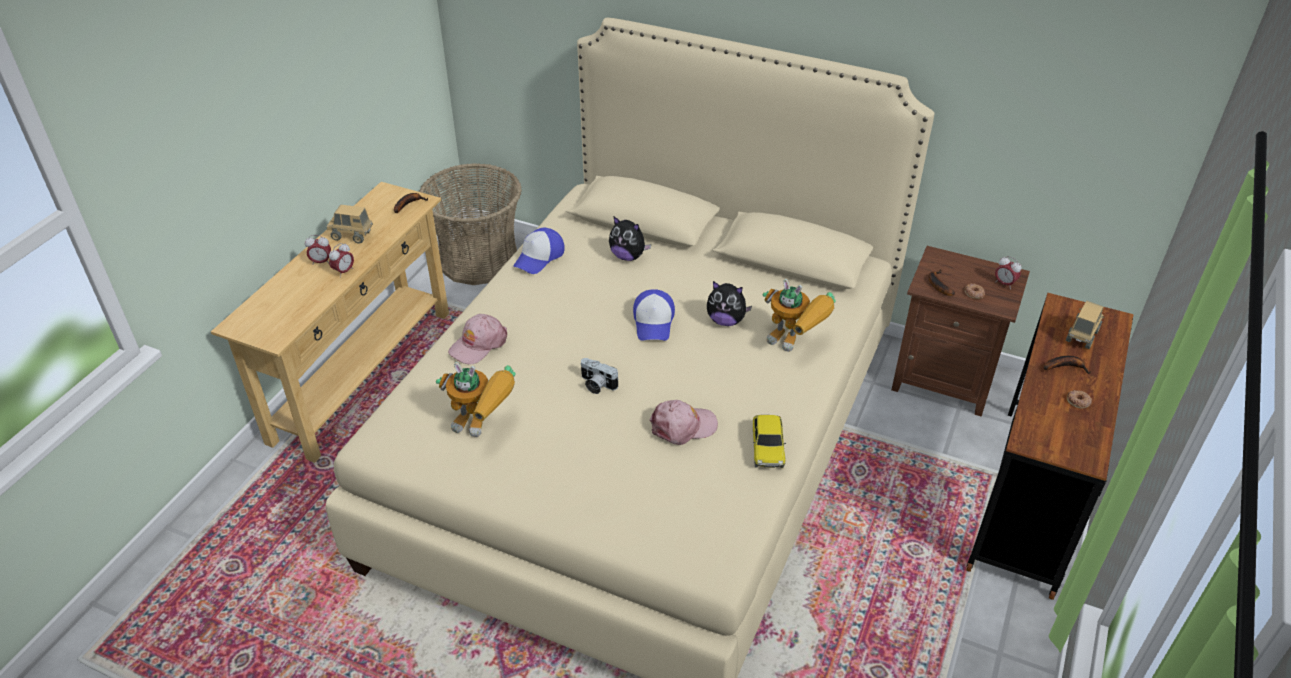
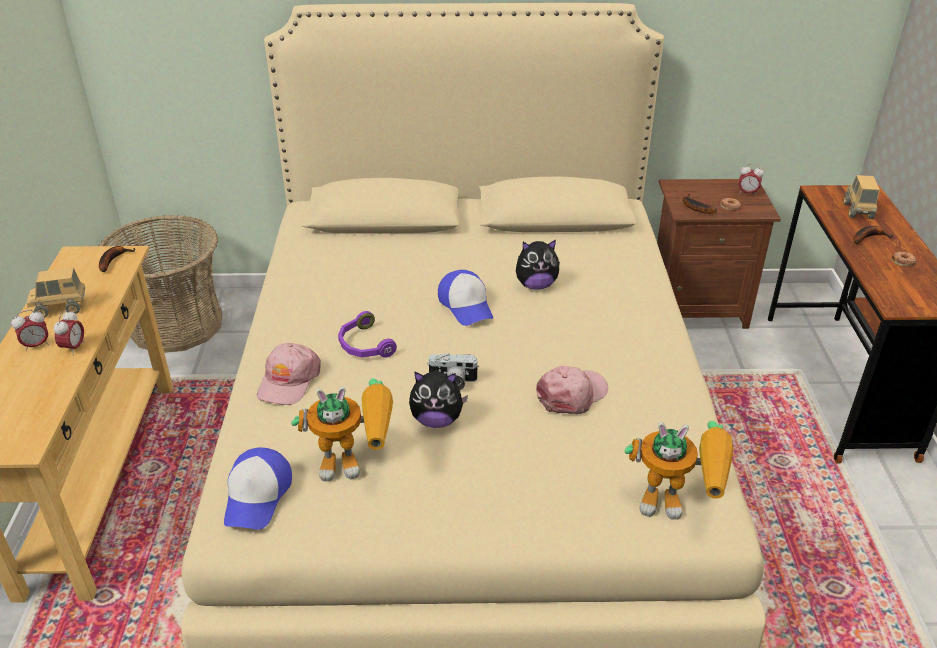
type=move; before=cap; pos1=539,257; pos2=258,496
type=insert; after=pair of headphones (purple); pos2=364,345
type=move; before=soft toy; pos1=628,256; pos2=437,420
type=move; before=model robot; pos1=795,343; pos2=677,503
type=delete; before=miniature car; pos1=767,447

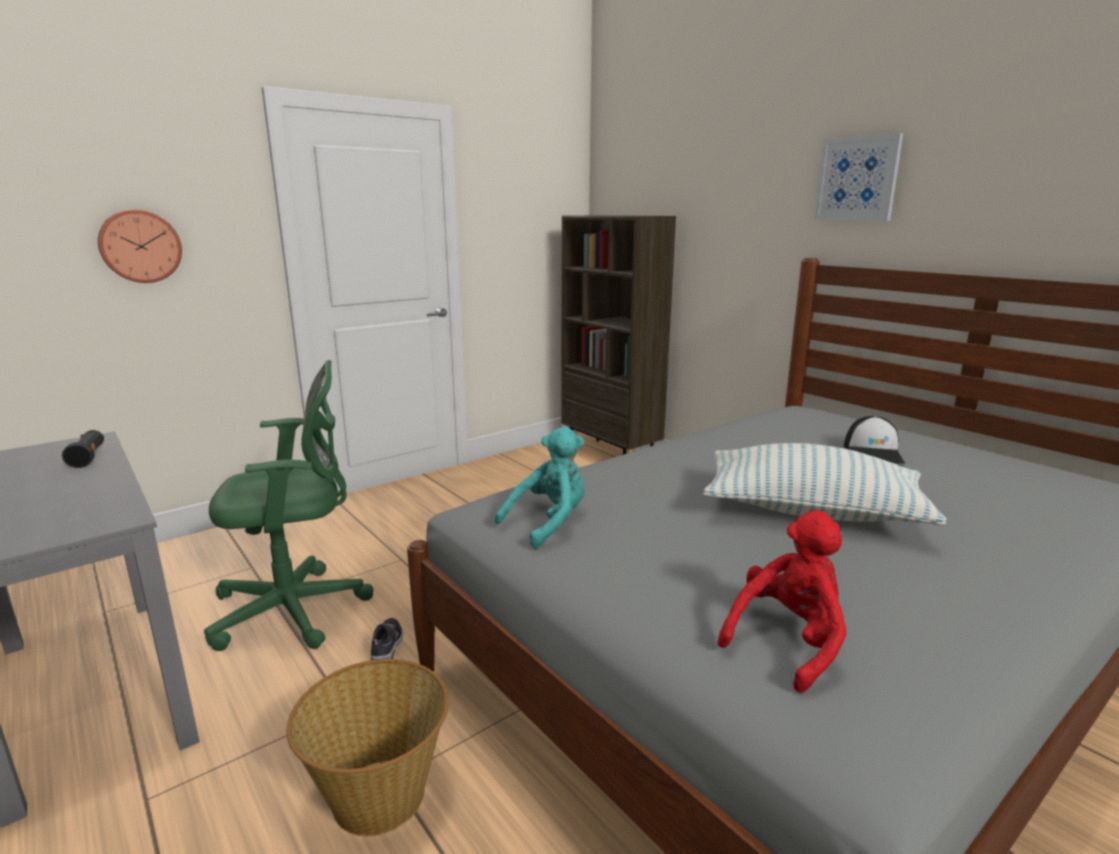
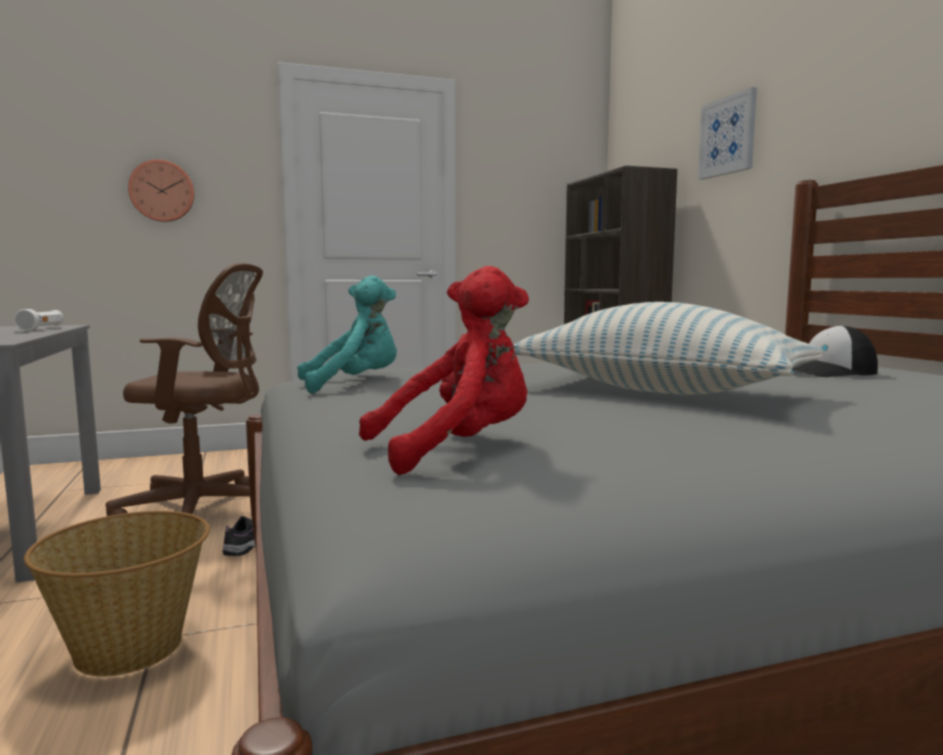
type=recolor; before=flashlight (black-coloured); after=flashlight (white-coloured); pos1=88,458; pos2=42,329
type=recolor; before=desk chair (green); after=desk chair (brown-coloured); pos1=297,609; pos2=203,509
type=move; before=wall art; pos1=857,179; pos2=728,136
type=rotate; before=cap; pos1=873,453; pos2=825,372; turn=45

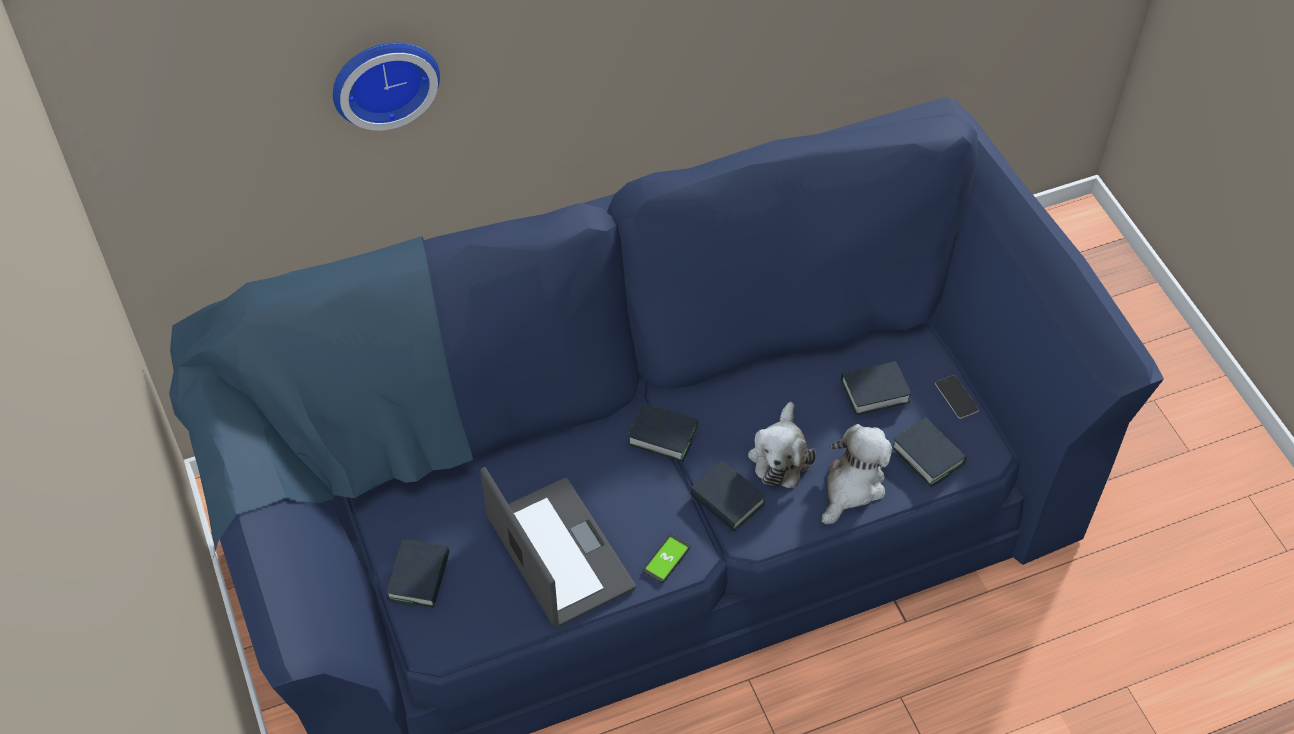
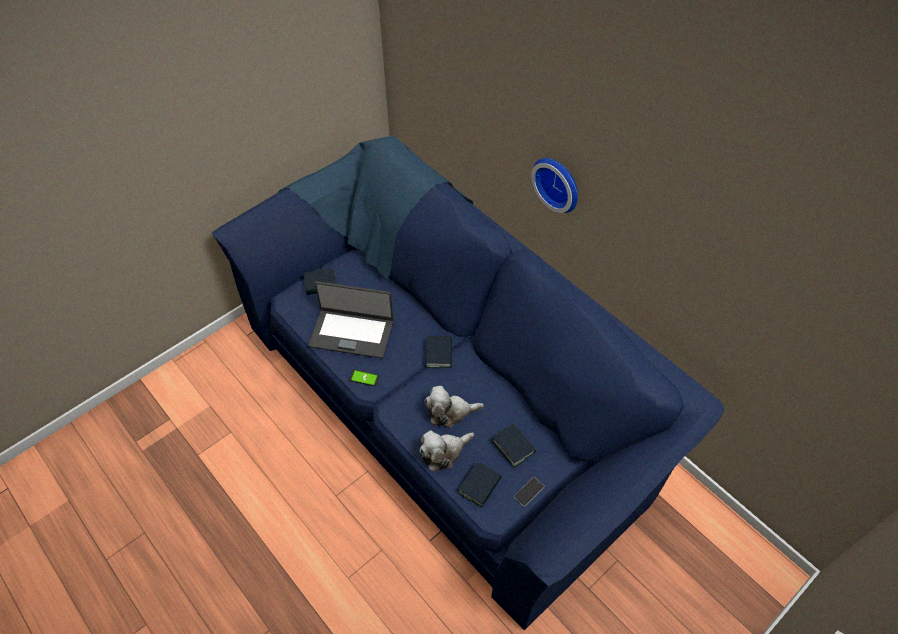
type=rotate; before=notebook computer; pos1=558,554; pos2=352,332; turn=60
type=rotate; before=soft toy; pos1=852,486; pos2=444,453; turn=135
type=move; before=clock on the wall; pos1=383,79; pos2=558,183
type=delete; before=book; pos1=727,500

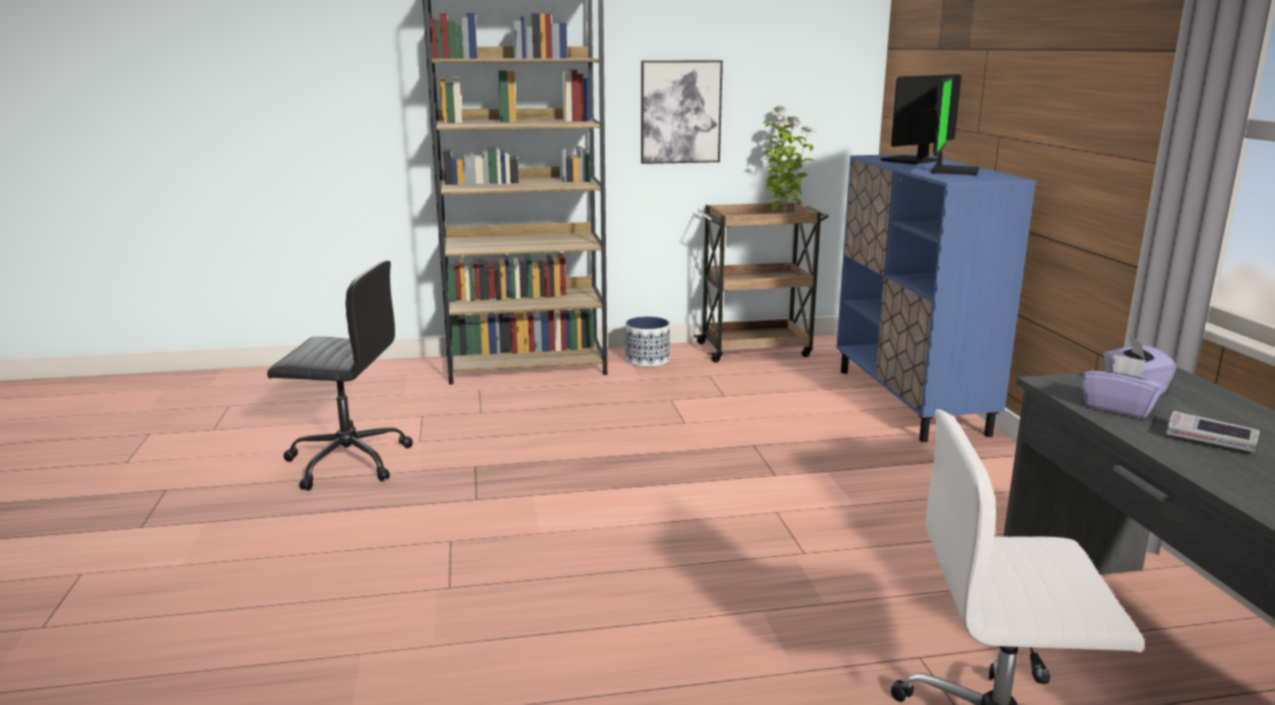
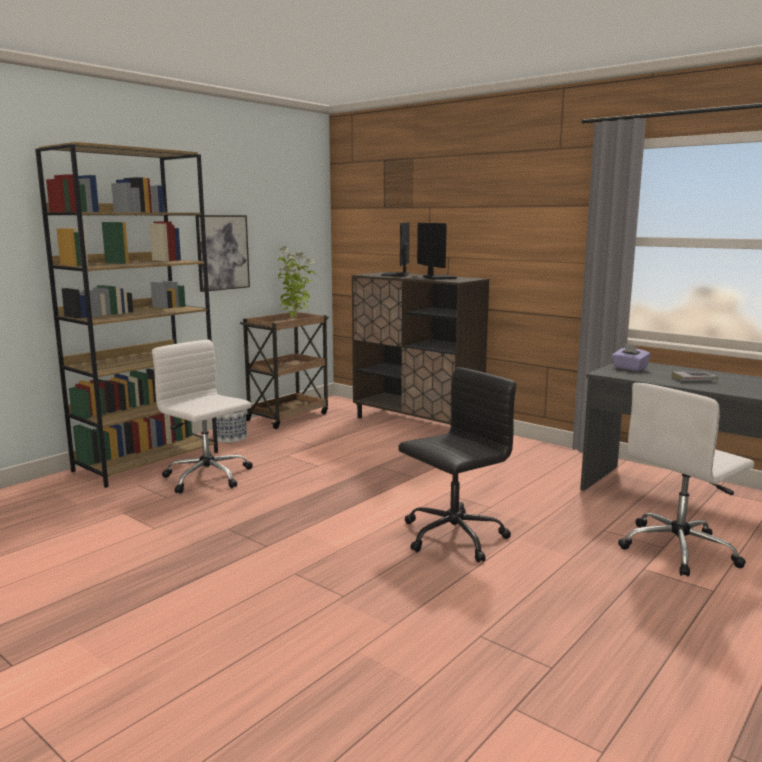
type=insert; after=desk chair (white-coloured); pos2=208,477
type=recolor; before=cabinet (bluish); after=cabinet (brown-coloured); pos1=910,401; pos2=417,424
type=move; before=desk chair (black-coloured); pos1=346,461; pos2=452,537
type=delete; before=tissue box (purple); pos1=1118,408

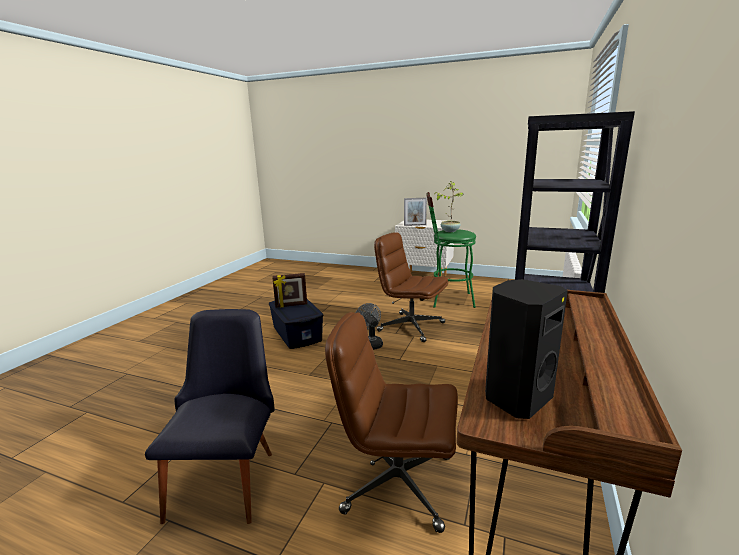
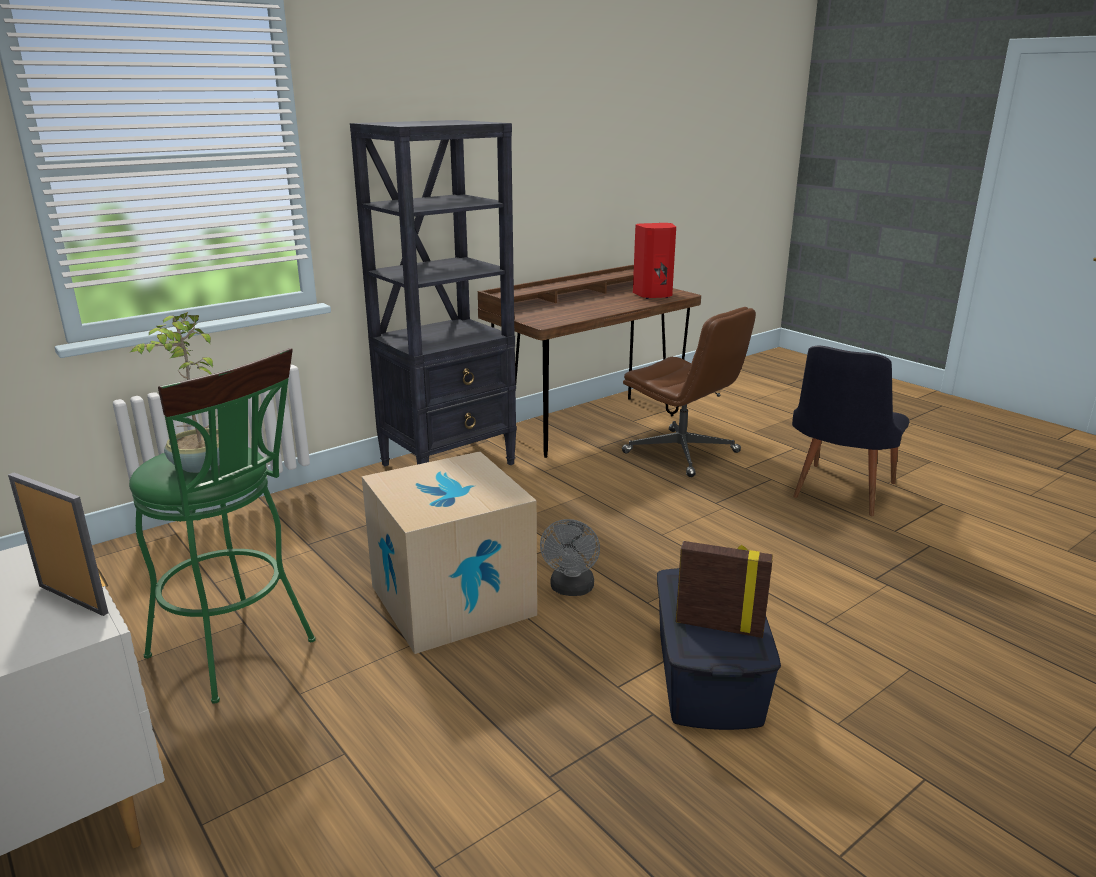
type=replace; before=desk chair (brown-coloured); after=packing box; pos1=410,327; pos2=452,600
type=recolor; before=audio speaker (black-coloured); after=audio speaker (reddish); pos1=515,398; pos2=653,295

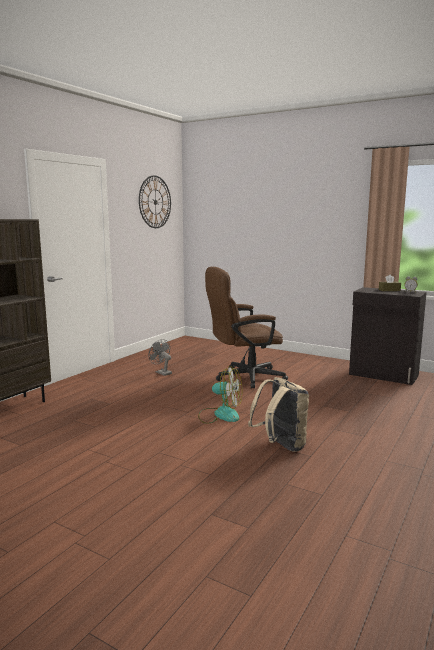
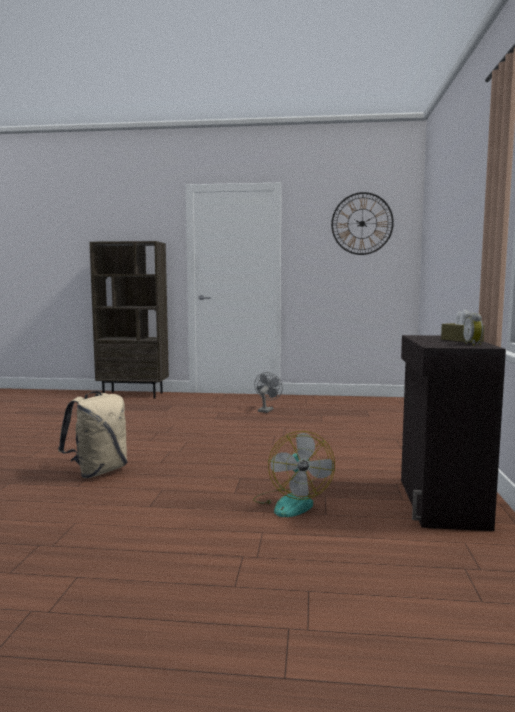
type=move; before=cooling fan; pos1=220,414; pos2=291,503
type=delete; before=desk chair (brown-coloured); pos1=244,377

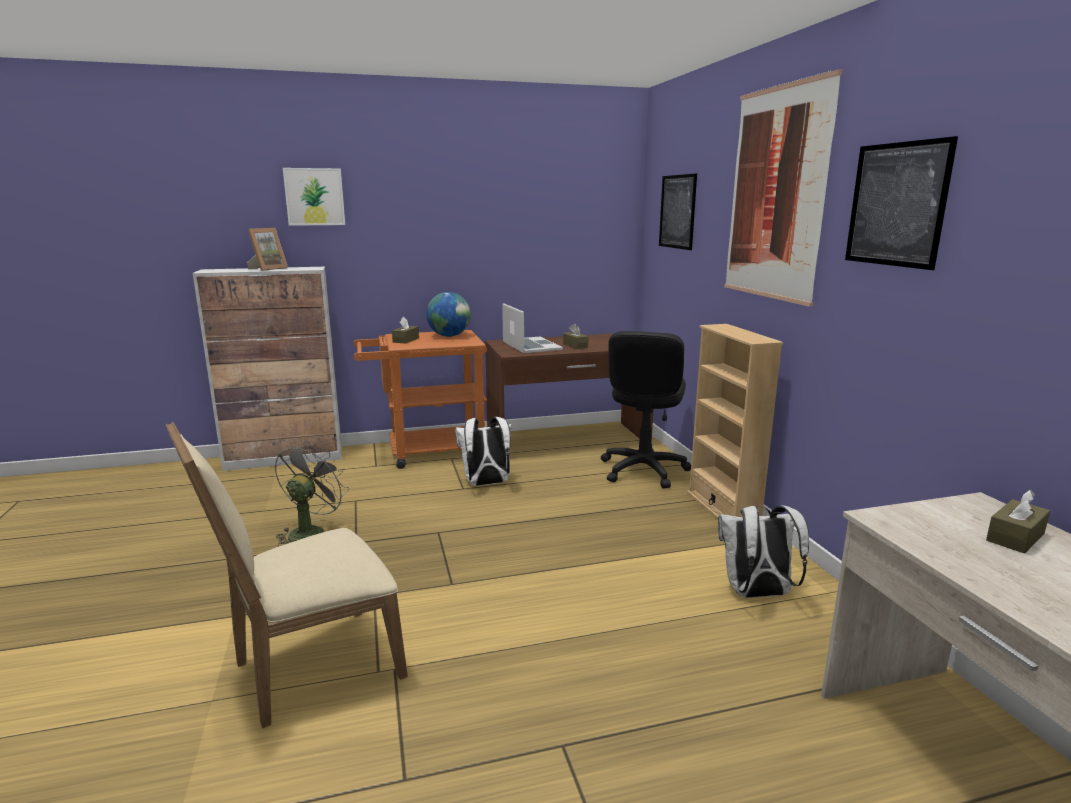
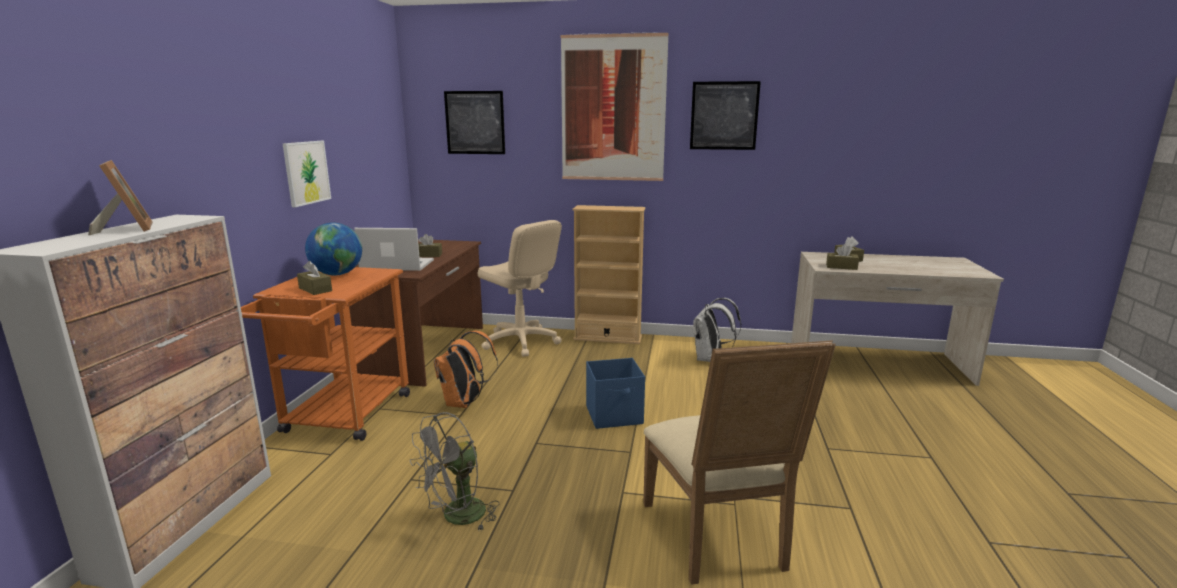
type=move; before=wall art; pos1=314,197; pos2=306,172
type=rotate; before=cooling fan (grey); pos1=310,531; pos2=457,518; turn=-90
type=recolor; before=backpack (white-coloured); after=backpack (orange); pos1=486,484; pos2=465,403
type=recolor; before=desk chair (black-coloured); after=desk chair (sand-coloured); pos1=643,470; pos2=520,342
type=insert; after=storage container (bluish); pos2=615,415
type=insert; after=tissue box (brown-coloured); pos2=841,267

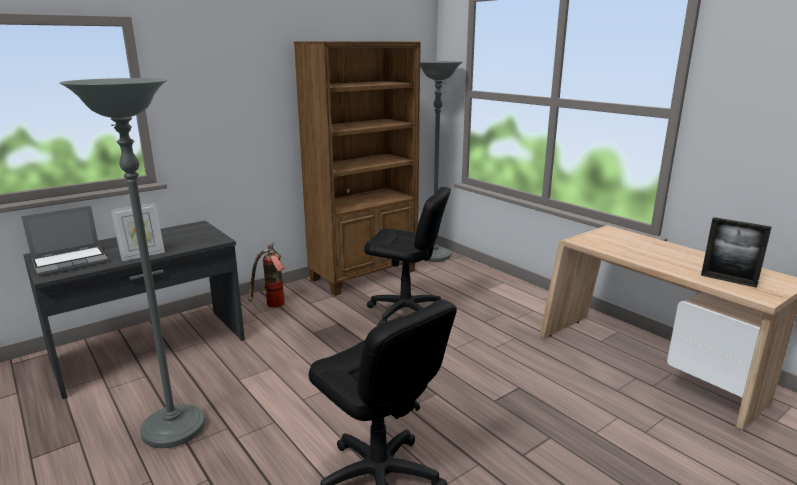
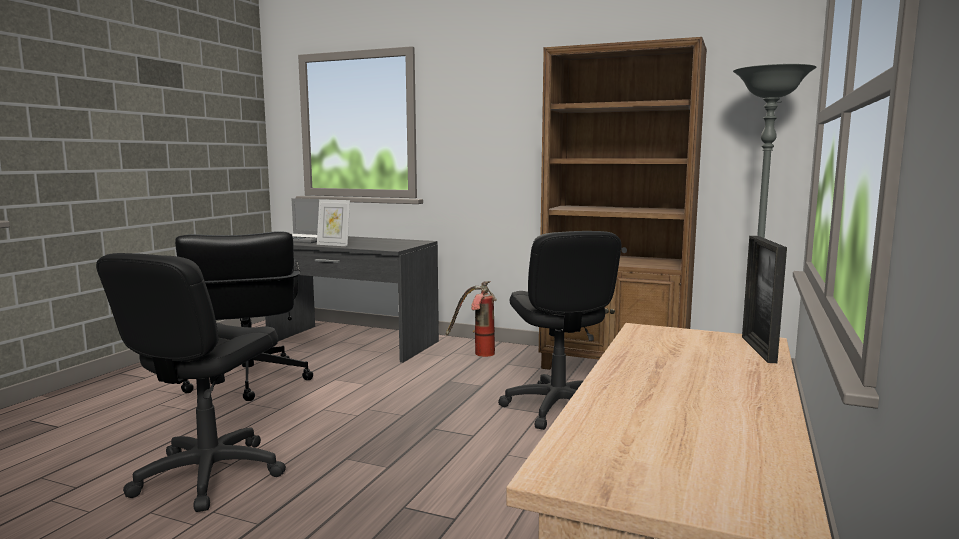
type=replace; before=standard lamp (grey); after=desk chair (black-coloured); pos1=173,429; pos2=248,381
type=move; before=standing frame; pos1=728,280; pos2=758,349

